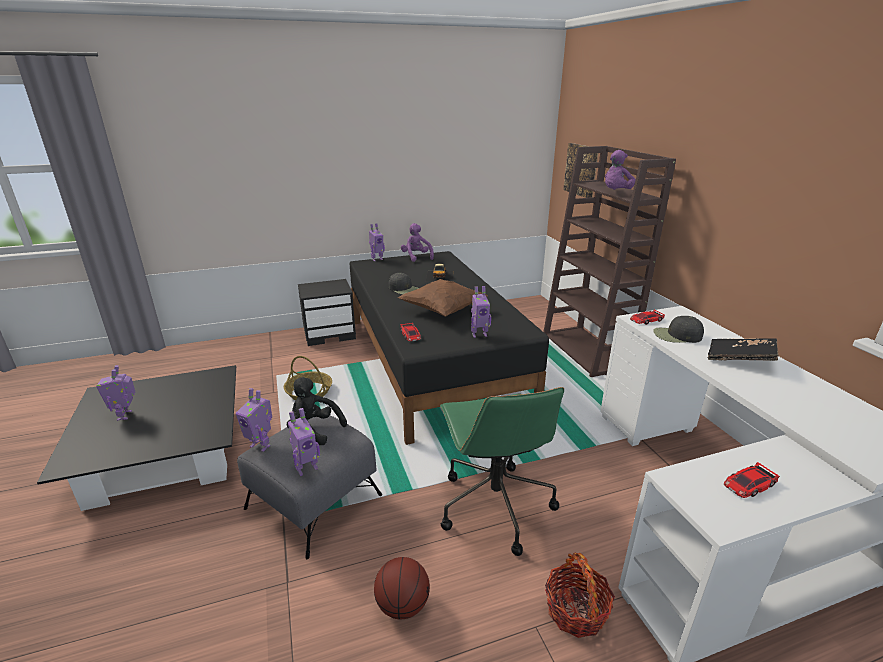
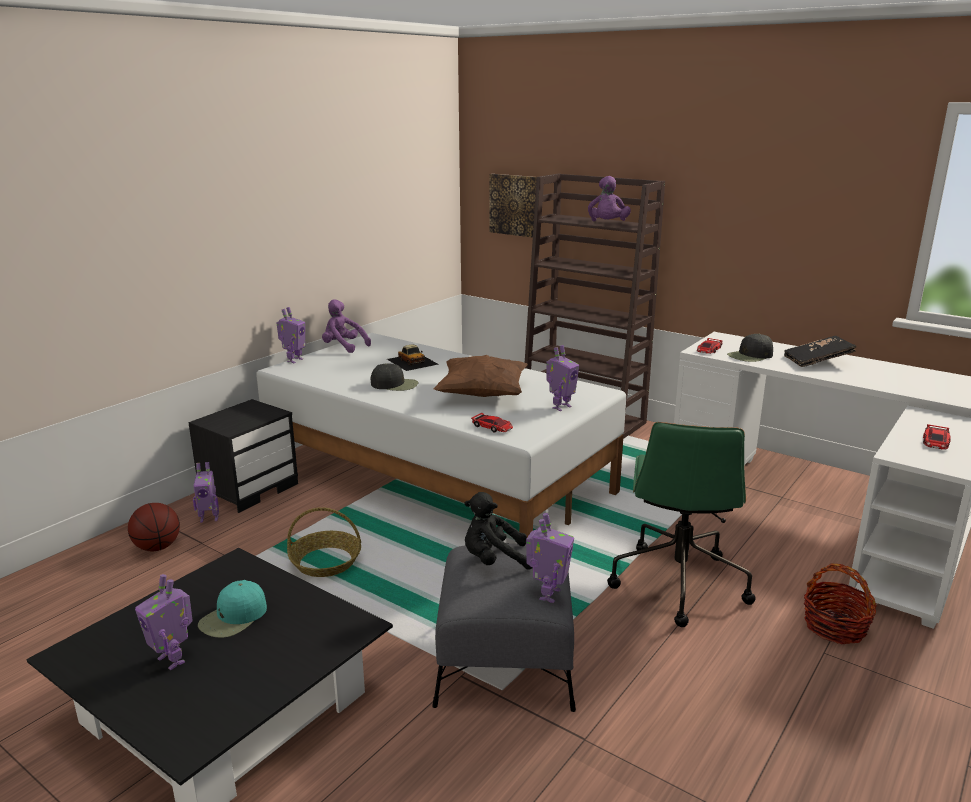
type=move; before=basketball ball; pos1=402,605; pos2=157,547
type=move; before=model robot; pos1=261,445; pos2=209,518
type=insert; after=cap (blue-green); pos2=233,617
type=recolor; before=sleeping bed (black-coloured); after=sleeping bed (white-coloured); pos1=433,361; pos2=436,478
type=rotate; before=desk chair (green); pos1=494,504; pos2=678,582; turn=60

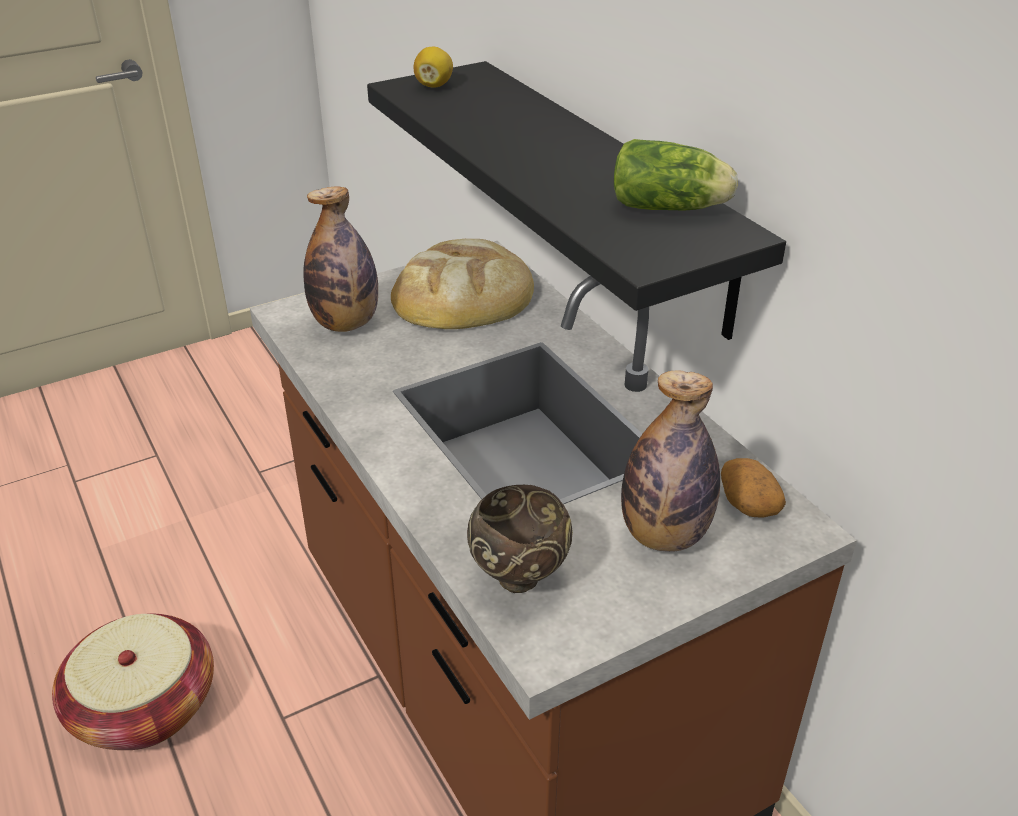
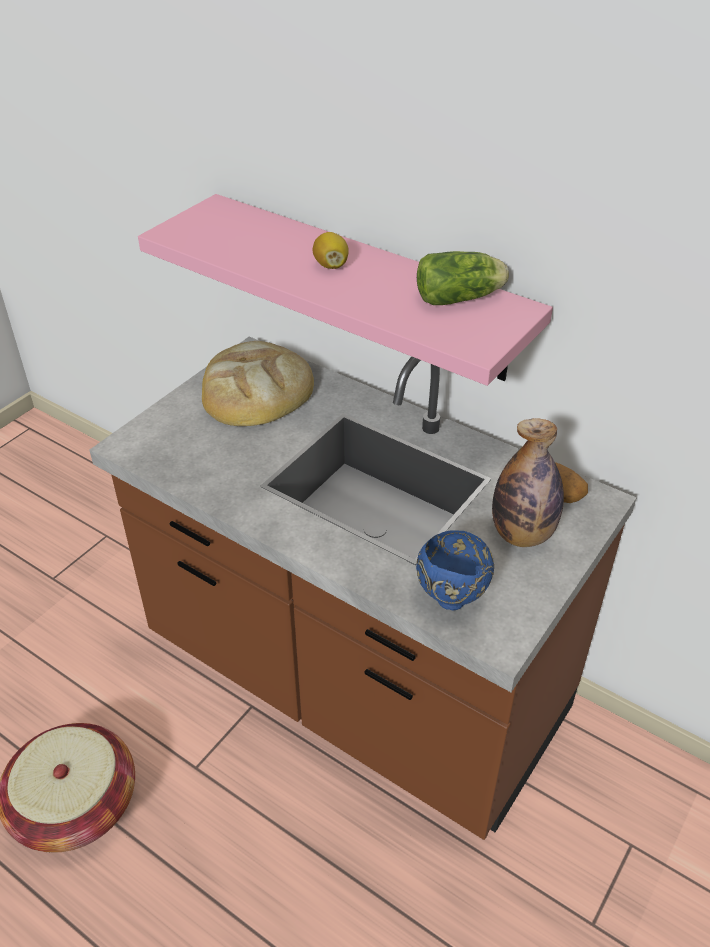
type=recolor; before=bracket shelf (black-coloured); after=bracket shelf (pinkish); pos1=607,192; pos2=368,287
type=move; before=citrus fruit; pos1=434,85; pos2=331,265
type=recolor; before=deep dish (brown-coloured); after=deep dish (bluish); pos1=520,577; pos2=451,597
type=delete; before=bottle; pos1=346,323

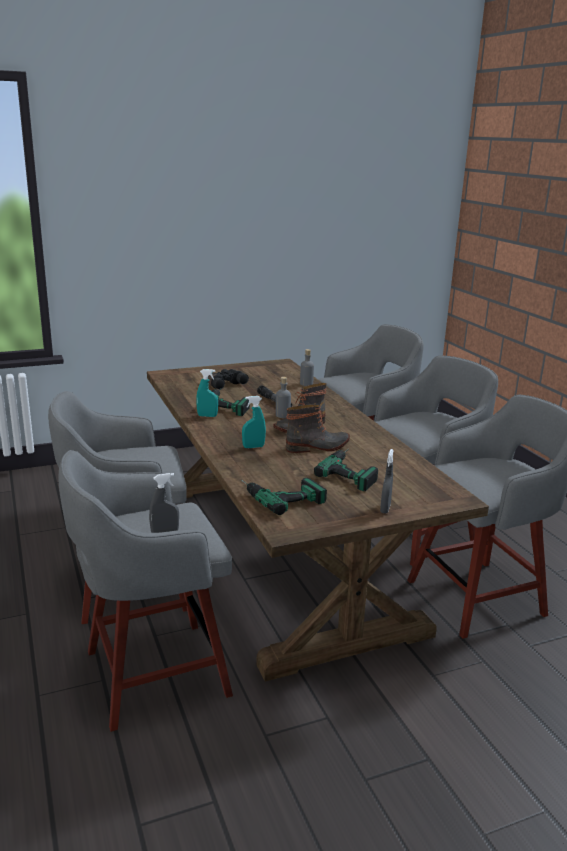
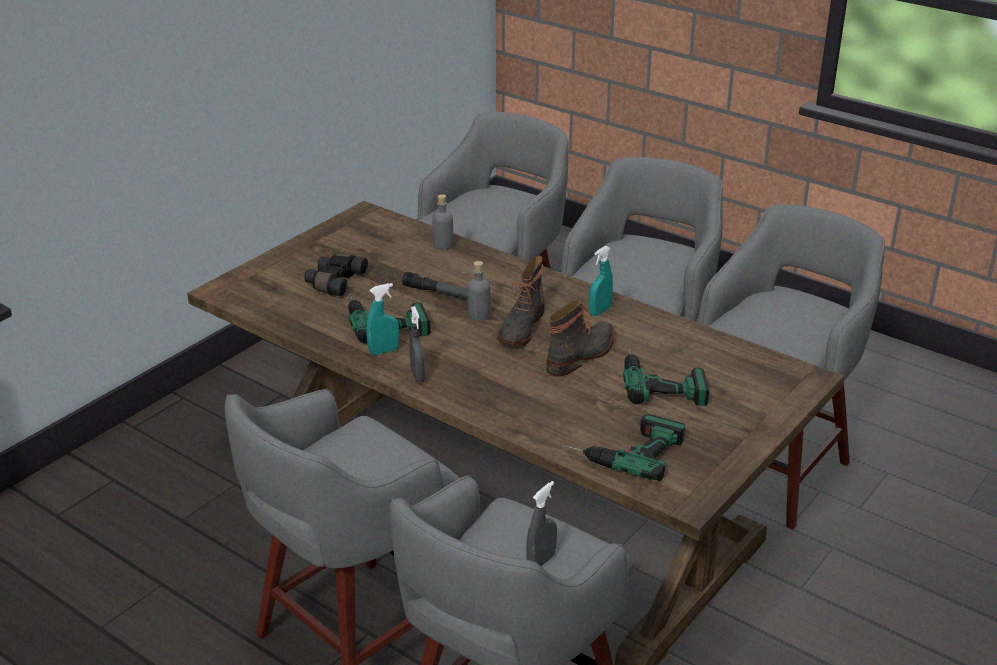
type=move; before=sprayer (grey); pos1=385,509; pos2=417,376
type=move; before=sprayer (blue-green); pos1=253,447; pos2=600,311

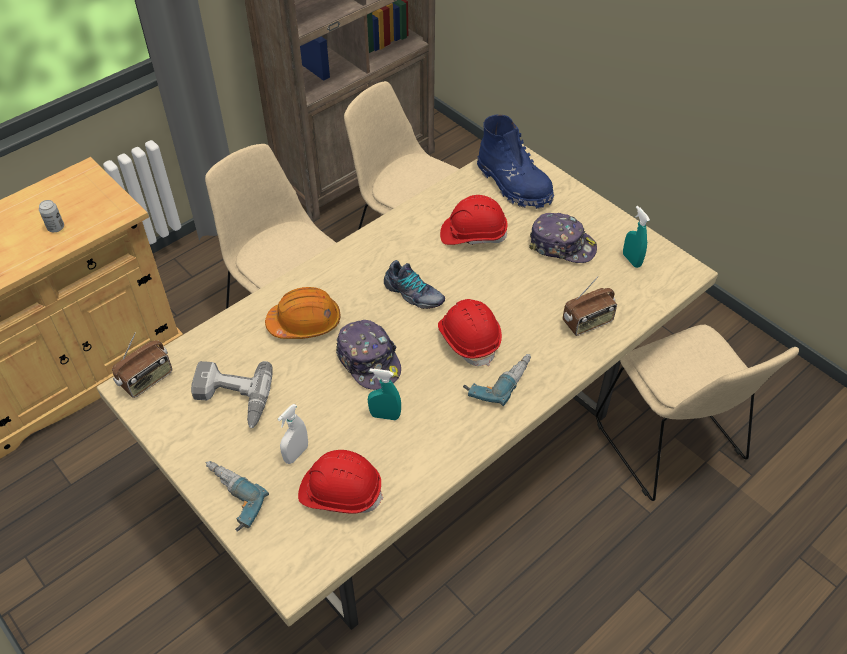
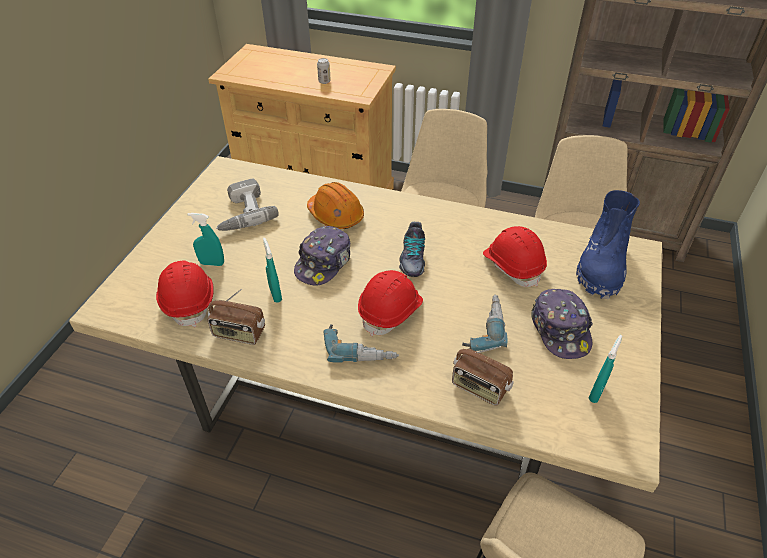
type=recolor; before=sprayer (white-coloured); after=sprayer (blue-green); pos1=296,454; pos2=212,263
type=move; before=radio; pos1=147,380; pos2=239,334
type=move; before=drill; pos1=228,499; pos2=482,327

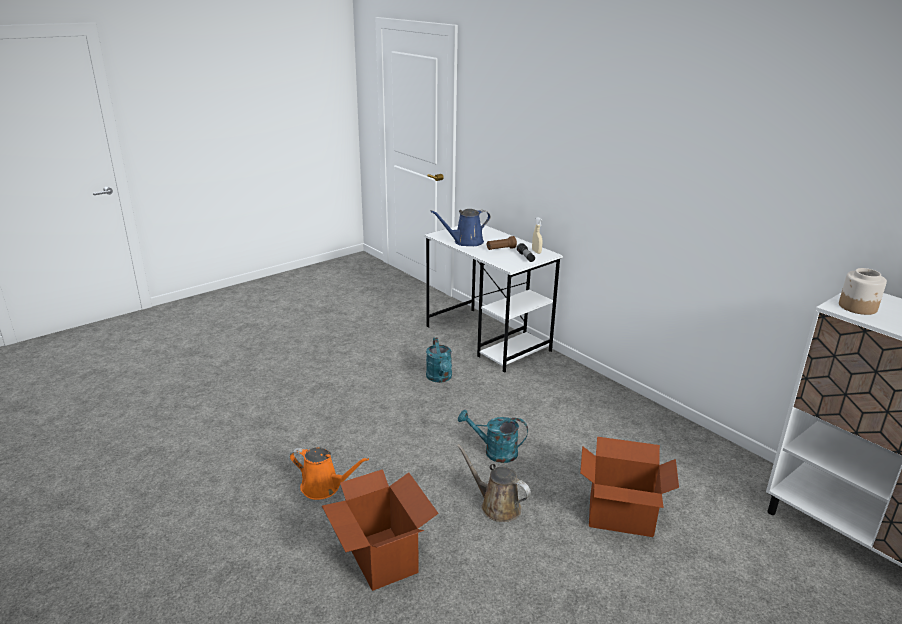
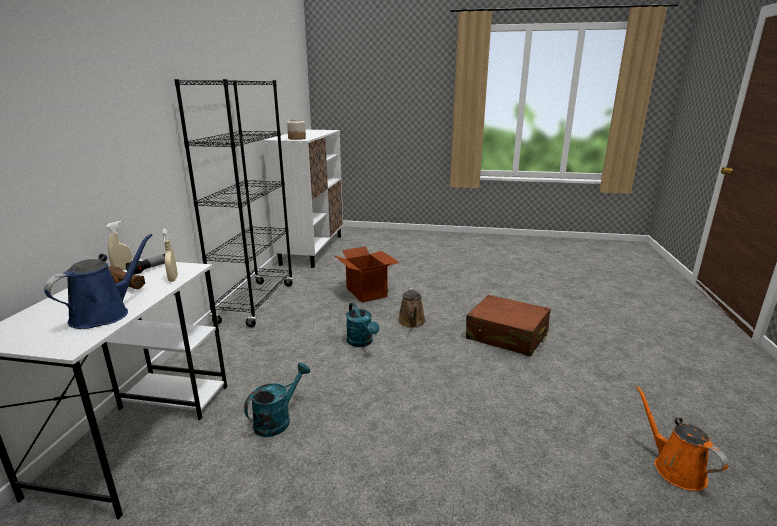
type=rotate; before=watering pot (bluish); pos1=465,242; pos2=105,314; turn=-90
type=insert; after=sprayer (sand-coloured); pos2=173,279
type=insert; after=bookshelf (black-coloured); pos2=256,303
type=replace; before=packing box; after=travel case (brown-coloured); pos1=381,559; pos2=507,336
type=move; before=watering pot (orange); pos1=324,487; pos2=675,468

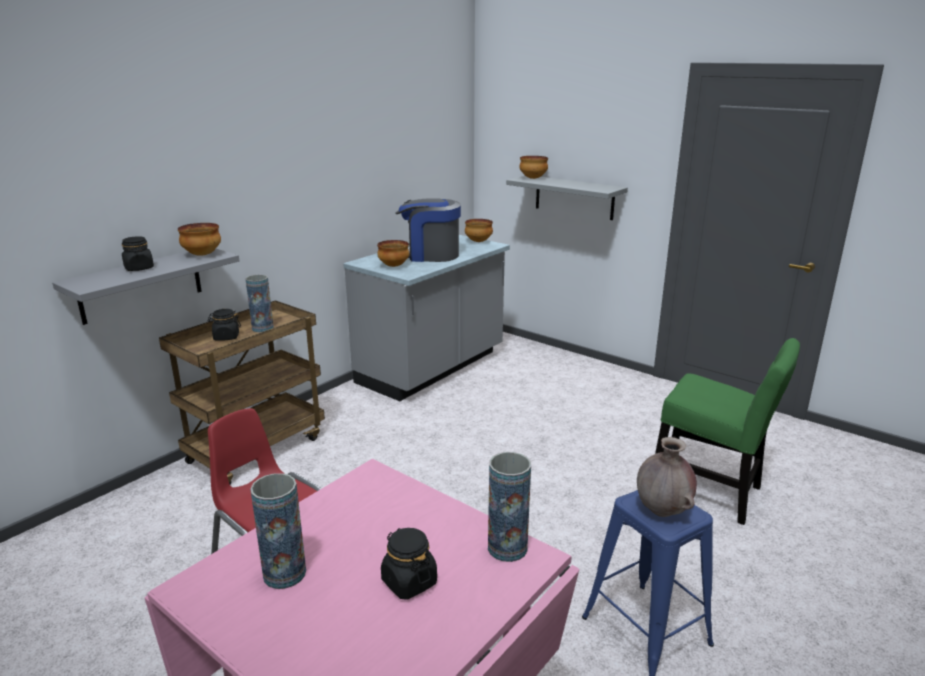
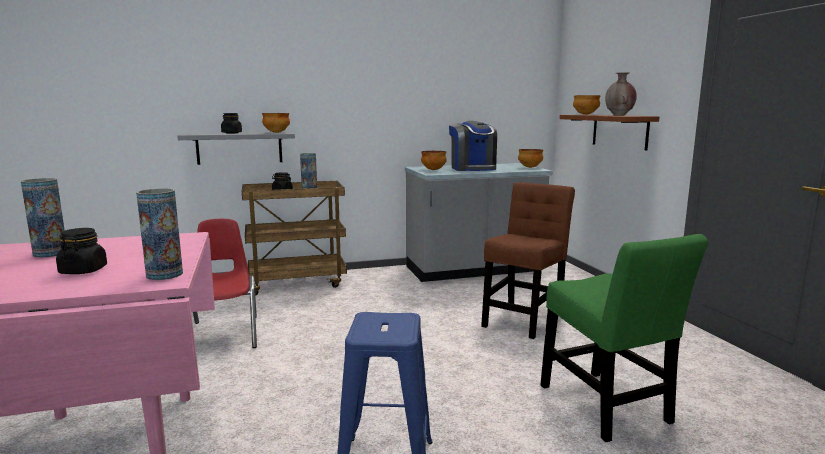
type=rotate; before=coffee machine; pos1=429,255; pos2=473,169; turn=-150
type=insert; after=plain chair (brown-coloured); pos2=524,318
type=recolor; before=bracket shelf (grey); after=bracket shelf (brown-coloured); pos1=574,197; pos2=619,131
type=move; before=decorative vase (brown-coloured); pos1=662,511; pos2=619,115

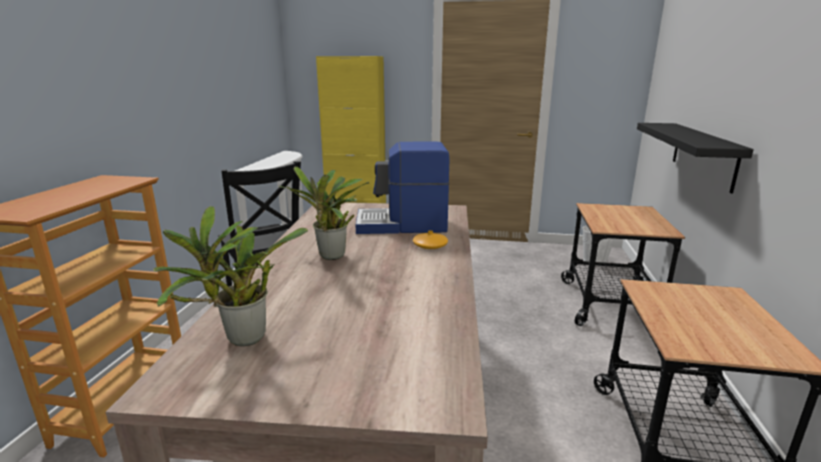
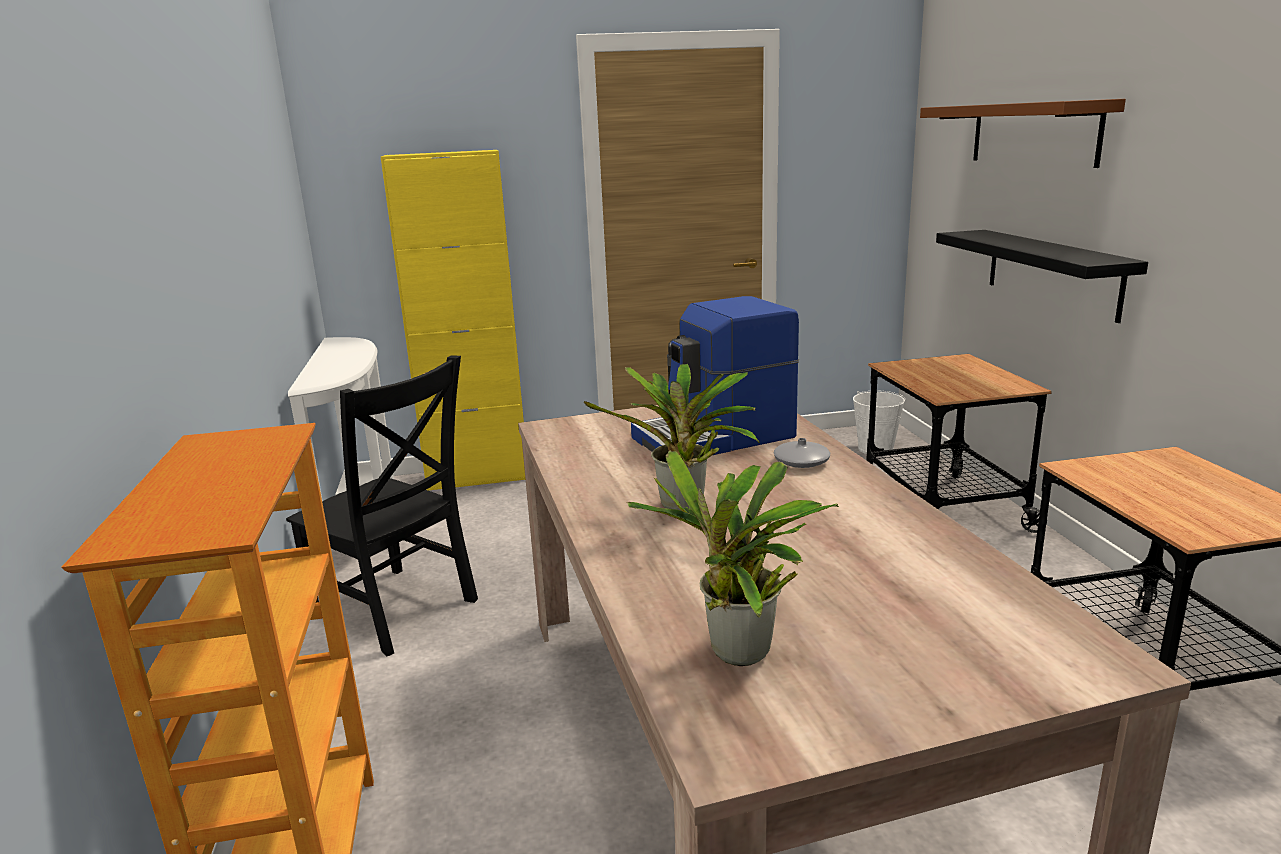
type=recolor; before=decorative vase (orange); after=decorative vase (grey); pos1=430,246; pos2=801,462
type=insert; after=bracket shelf (brown-coloured); pos2=1033,133

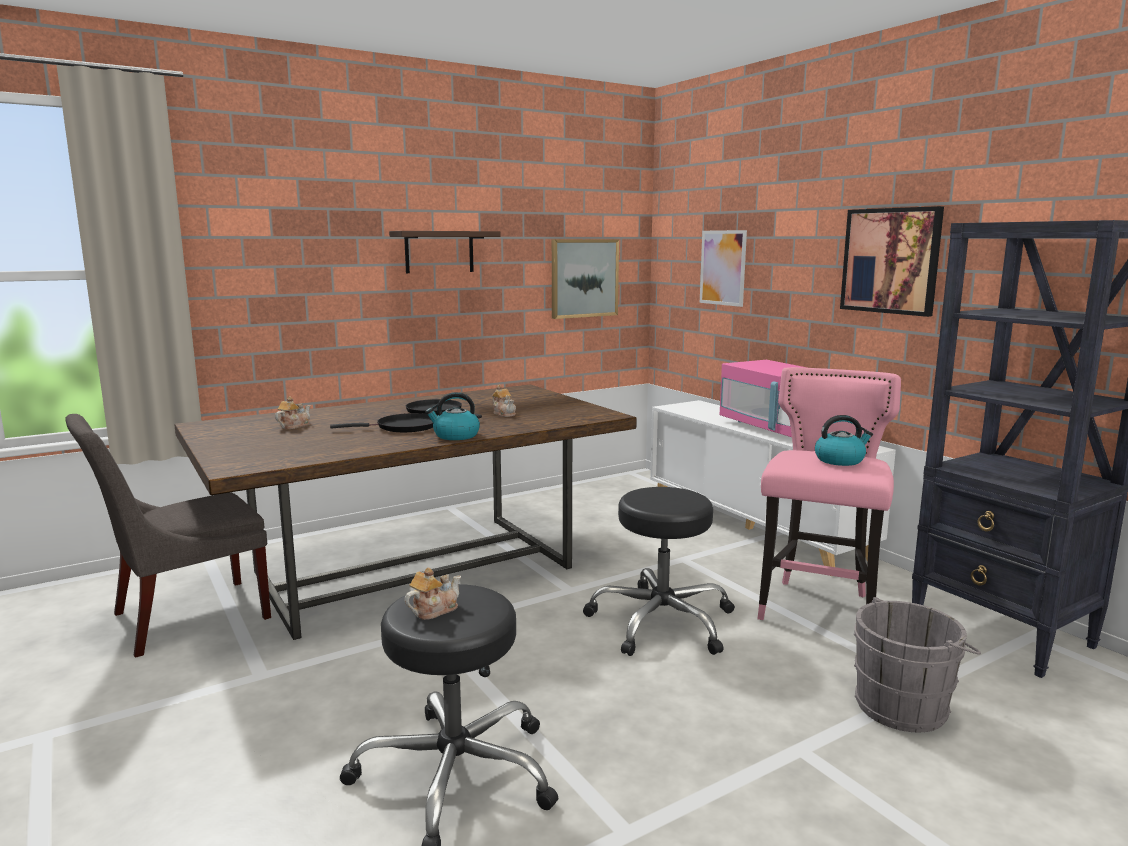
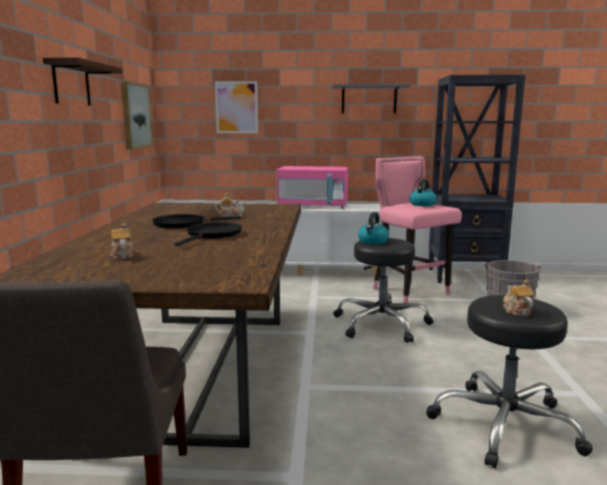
type=replace; before=wall art; after=bracket shelf (grey); pos1=890,261; pos2=369,99
type=move; before=water kettle; pos1=455,436; pos2=373,241

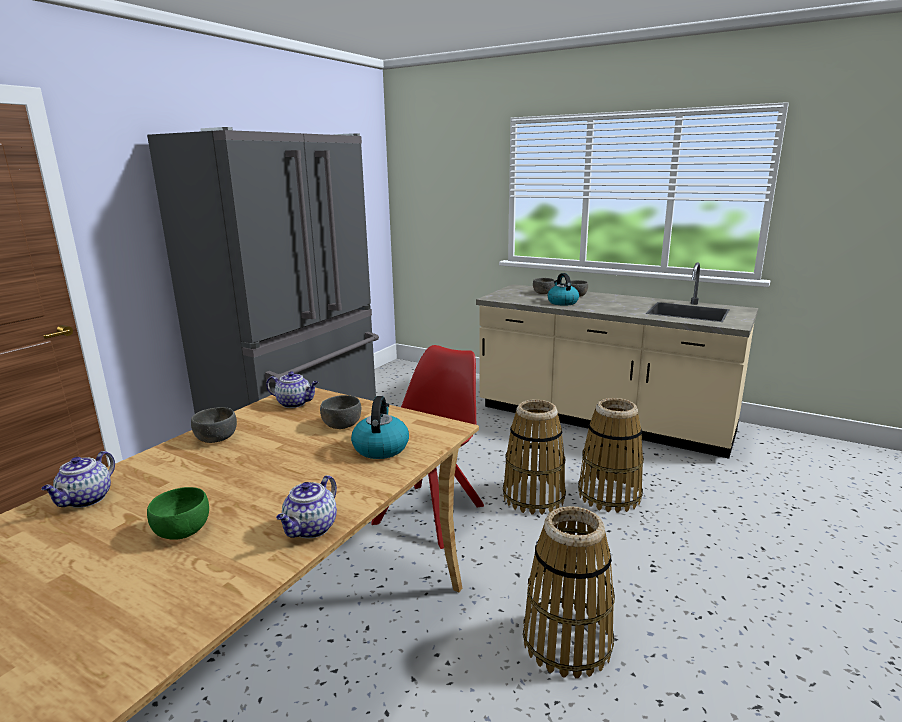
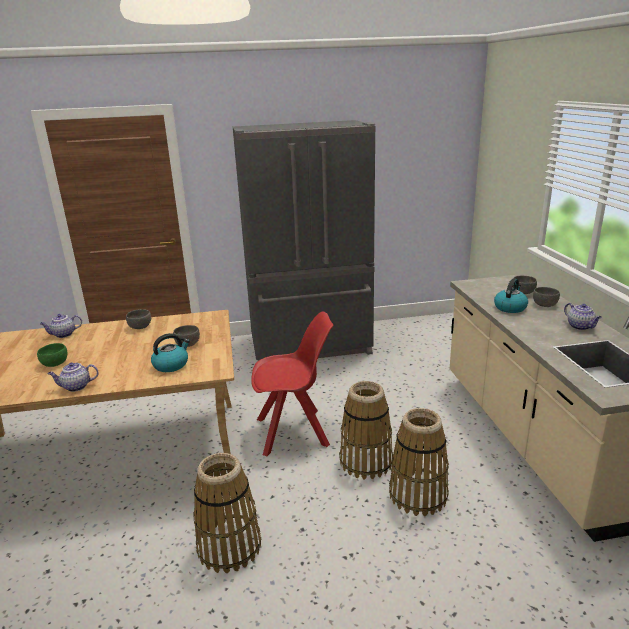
type=move; before=tea pot; pos1=295,403; pos2=580,327

